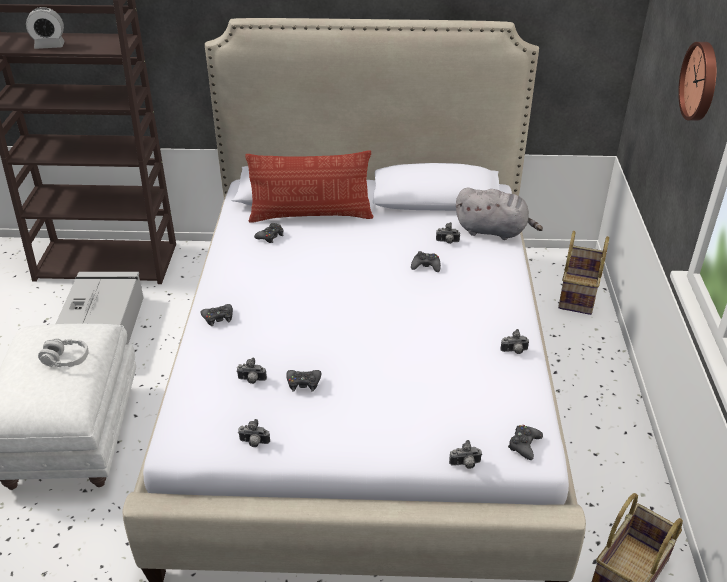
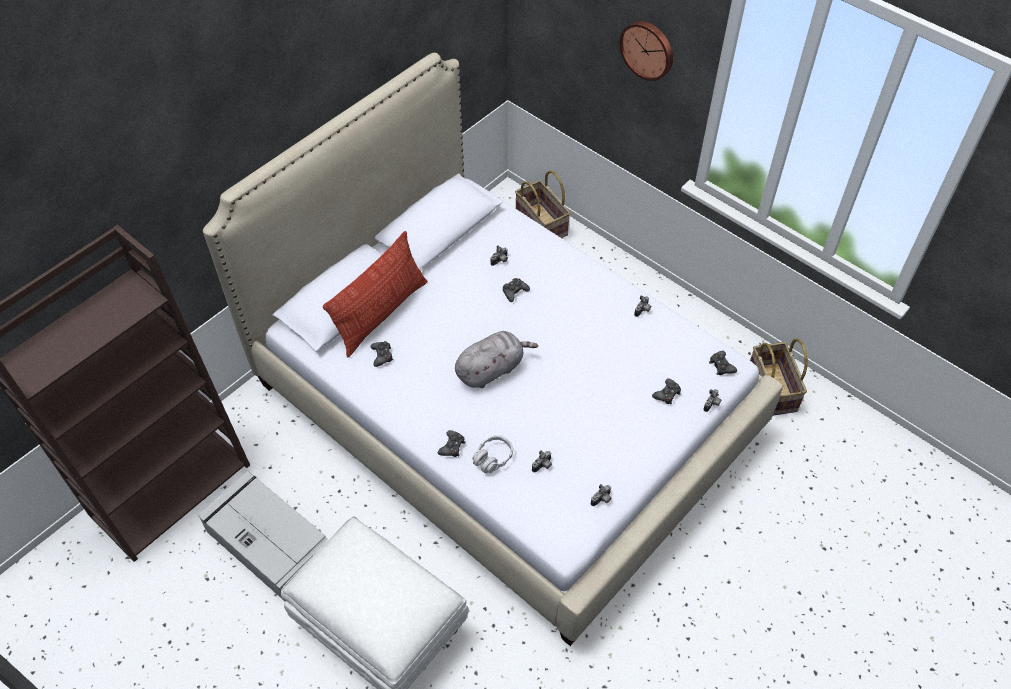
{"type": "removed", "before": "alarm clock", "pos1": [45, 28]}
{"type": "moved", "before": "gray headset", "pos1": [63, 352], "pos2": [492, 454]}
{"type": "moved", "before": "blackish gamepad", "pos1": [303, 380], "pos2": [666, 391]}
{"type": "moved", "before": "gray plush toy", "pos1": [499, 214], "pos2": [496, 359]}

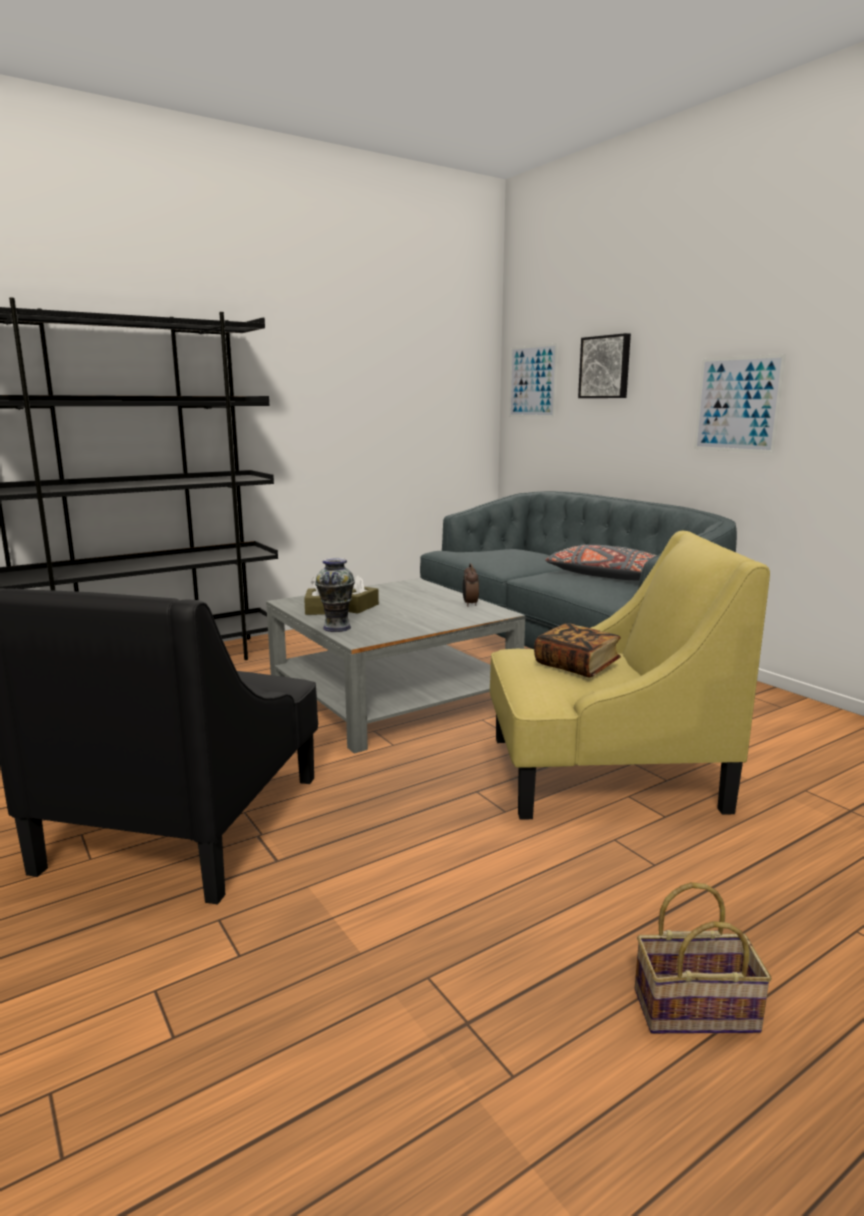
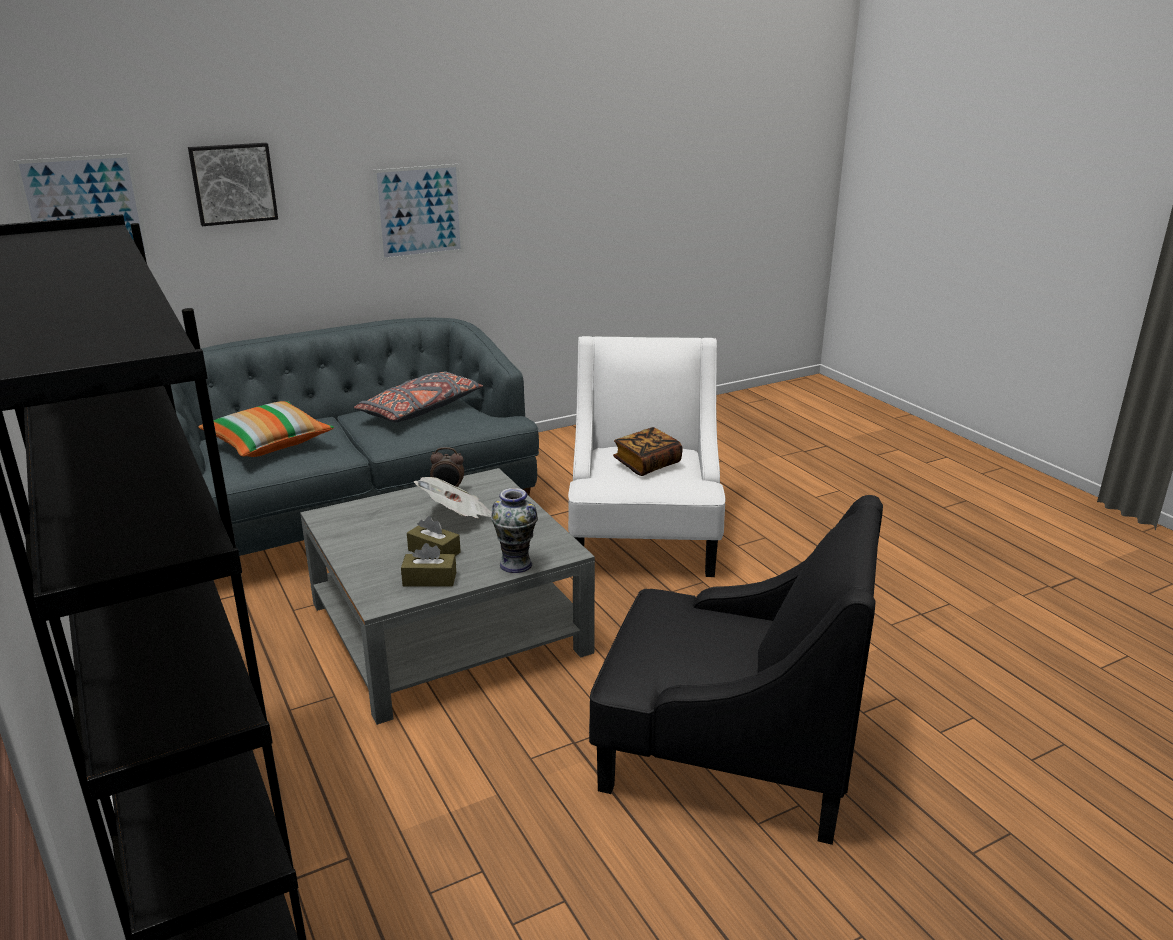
{"type": "recoloured", "before": "yellow-coloured armchair", "after": "white-coloured armchair", "pos1": [630, 675], "pos2": [646, 456]}
{"type": "removed", "before": "basket", "pos1": [703, 958]}
{"type": "added", "after": "throw pillow", "pos2": [266, 429]}
{"type": "added", "after": "daily paper", "pos2": [452, 497]}

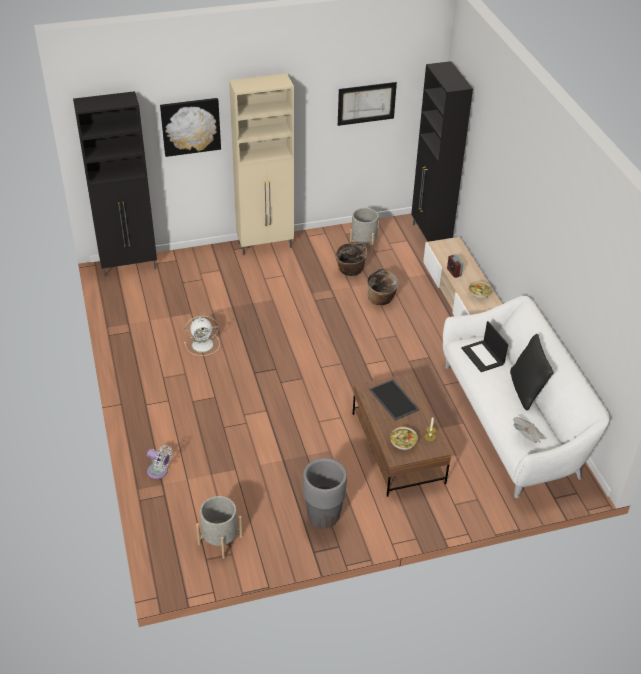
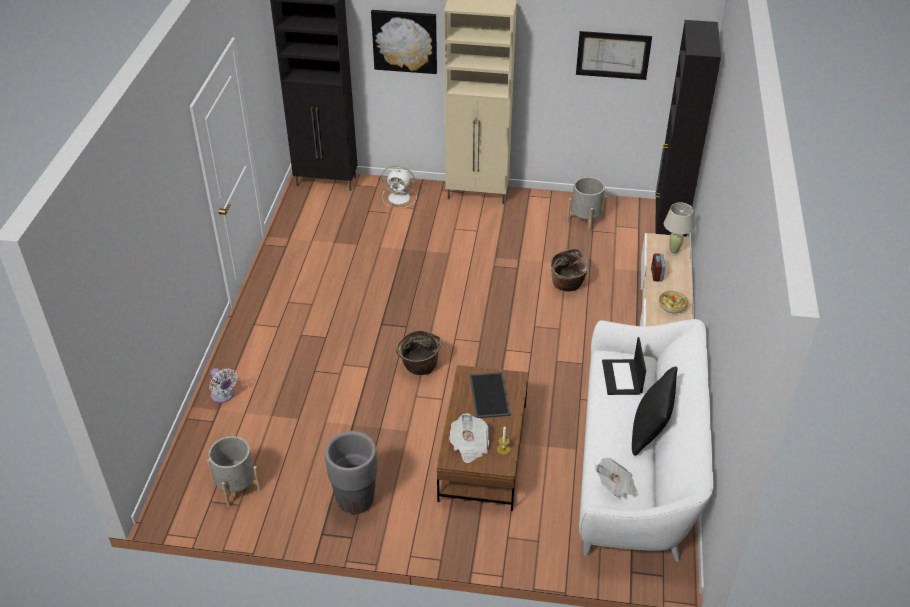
{"type": "moved", "before": "white-coloured cooling fan", "pos1": [202, 335], "pos2": [399, 186]}
{"type": "moved", "before": "basket", "pos1": [351, 259], "pos2": [419, 352]}
{"type": "replaced", "before": "bowl", "after": "daily paper", "pos1": [404, 438], "pos2": [469, 438]}
{"type": "added", "after": "beige-coloured lamp for a table", "pos2": [679, 229]}

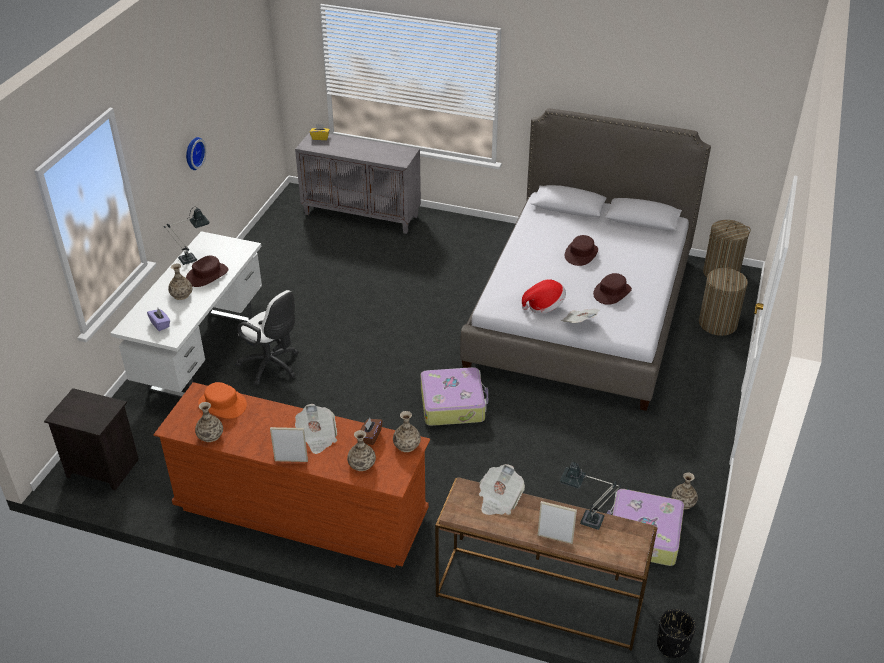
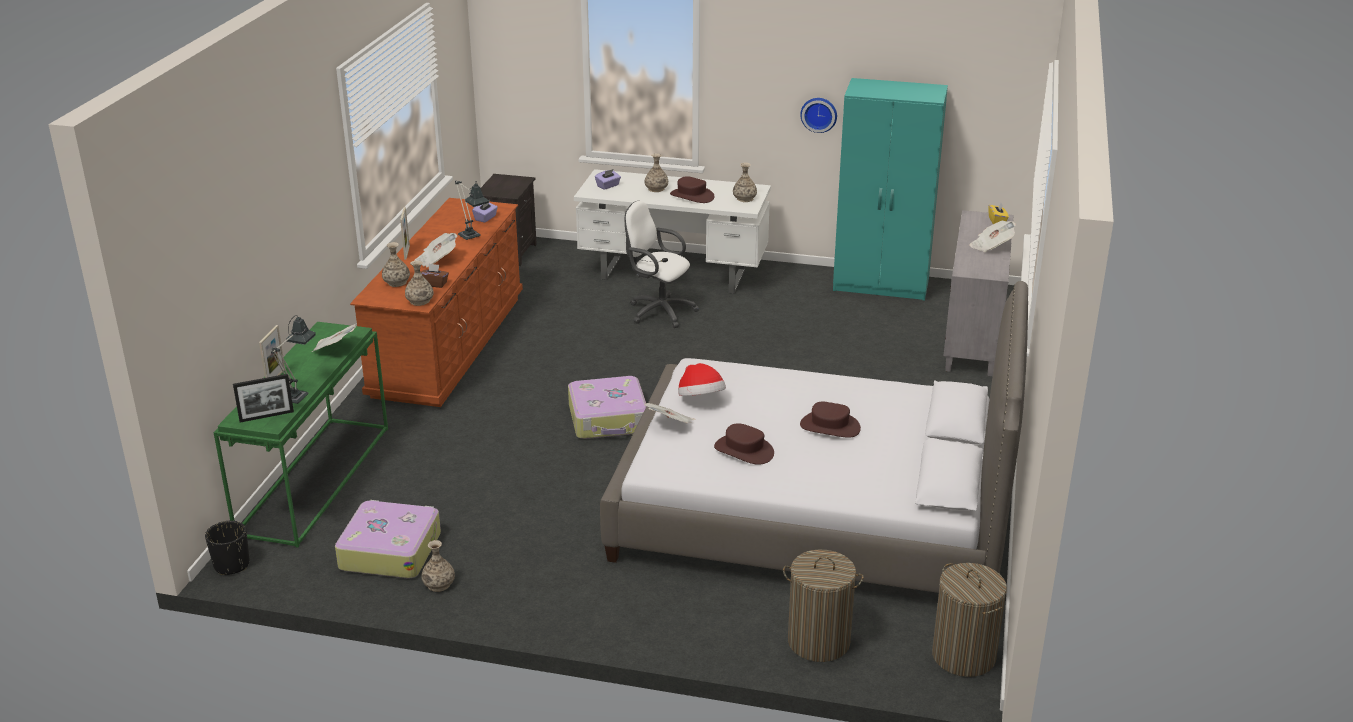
{"type": "moved", "before": "lamp for a table", "pos1": [186, 235], "pos2": [472, 210]}
{"type": "moved", "before": "vase", "pos1": [209, 422], "pos2": [745, 182]}
{"type": "replaced", "before": "orange hat", "after": "purple box of tissues", "pos1": [222, 400], "pos2": [485, 211]}
{"type": "turned", "before": "white-coloured desk chair", "pos1": [267, 337], "pos2": [662, 264], "turn": 90}
{"type": "recoloured", "before": "brownish hall table", "after": "green-coloured hall table", "pos1": [546, 564], "pos2": [301, 435]}
{"type": "added", "after": "photo frame", "pos2": [263, 398]}
{"type": "added", "after": "turquoise clothes cupboard", "pos2": [890, 189]}
{"type": "added", "after": "daily paper", "pos2": [992, 236]}

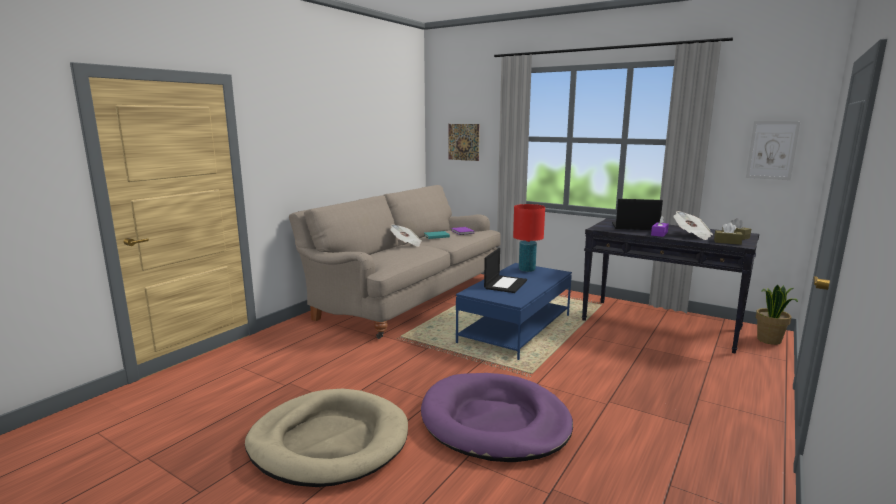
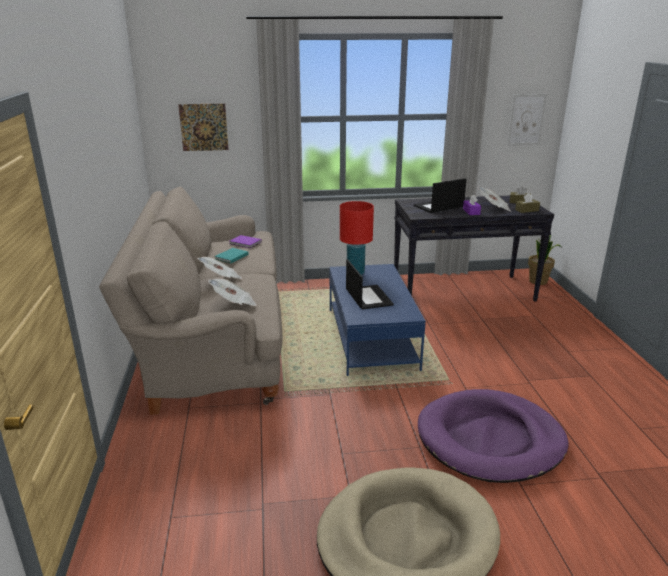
{"type": "added", "after": "daily paper", "pos2": [232, 292]}

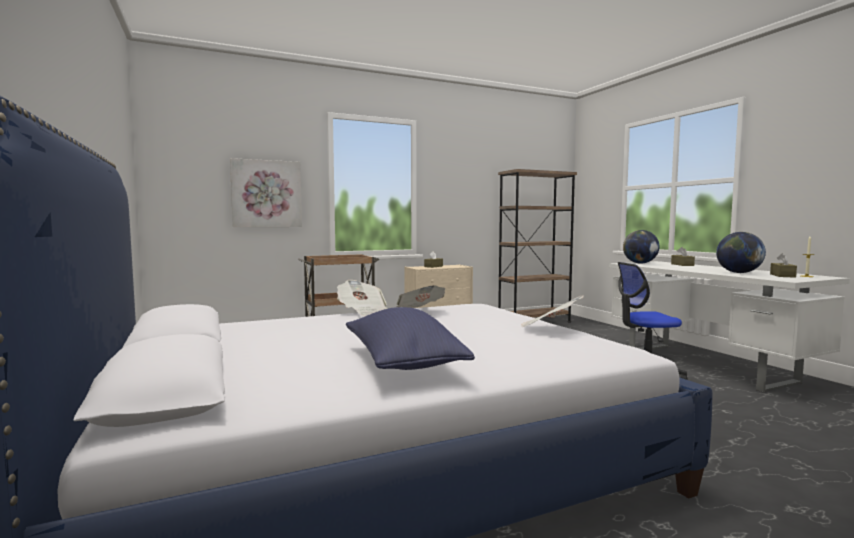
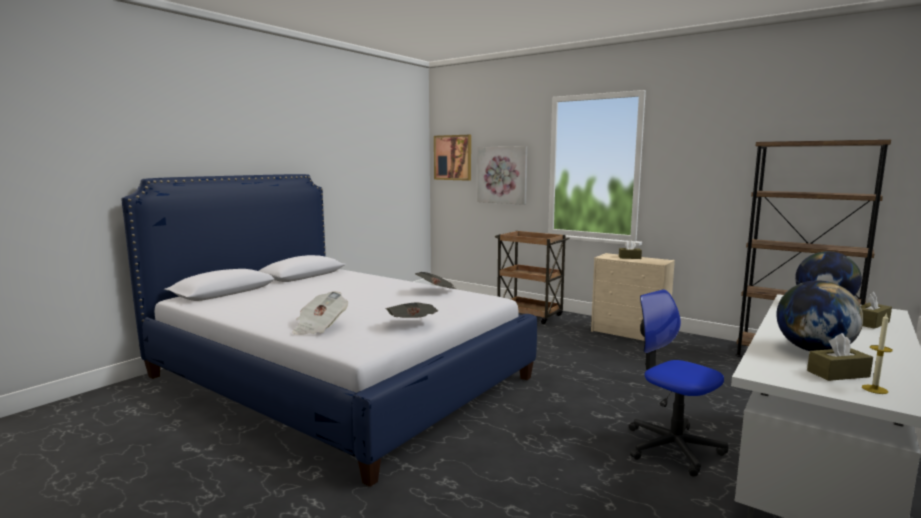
{"type": "moved", "before": "daily paper", "pos1": [362, 298], "pos2": [320, 313]}
{"type": "removed", "before": "bluish throw pillow", "pos1": [410, 338]}
{"type": "added", "after": "wall picture", "pos2": [452, 158]}

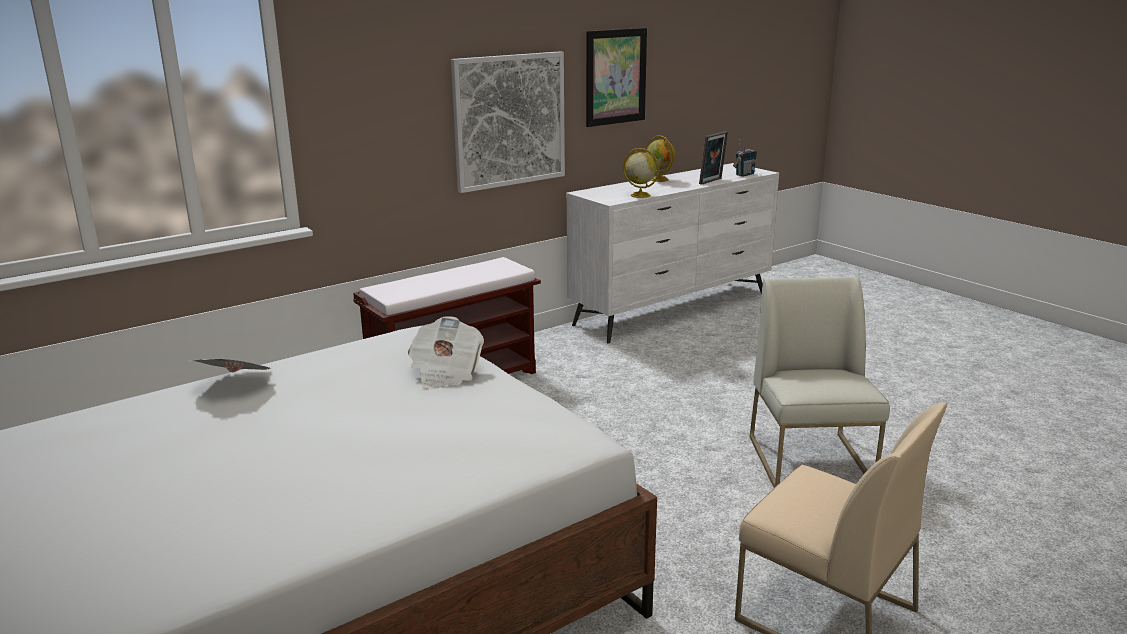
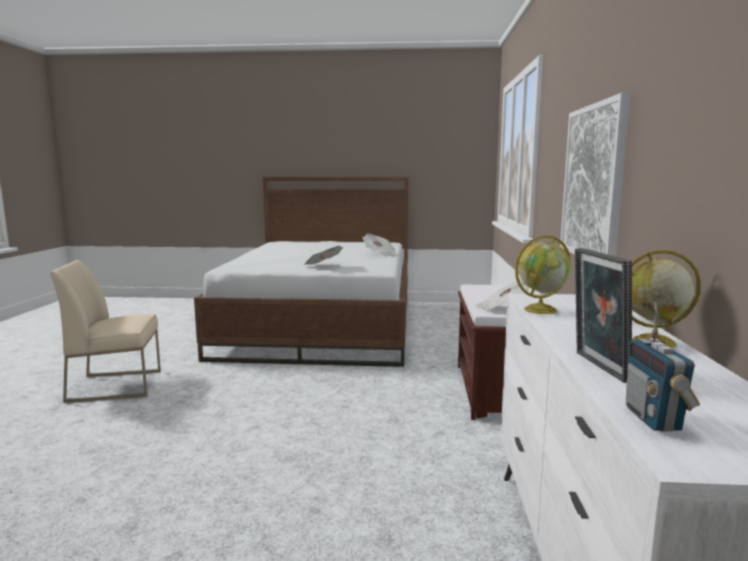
{"type": "removed", "before": "wall picture", "pos1": [616, 77]}
{"type": "removed", "before": "white-coloured plain chair", "pos1": [820, 382]}
{"type": "added", "after": "daily paper", "pos2": [502, 295]}

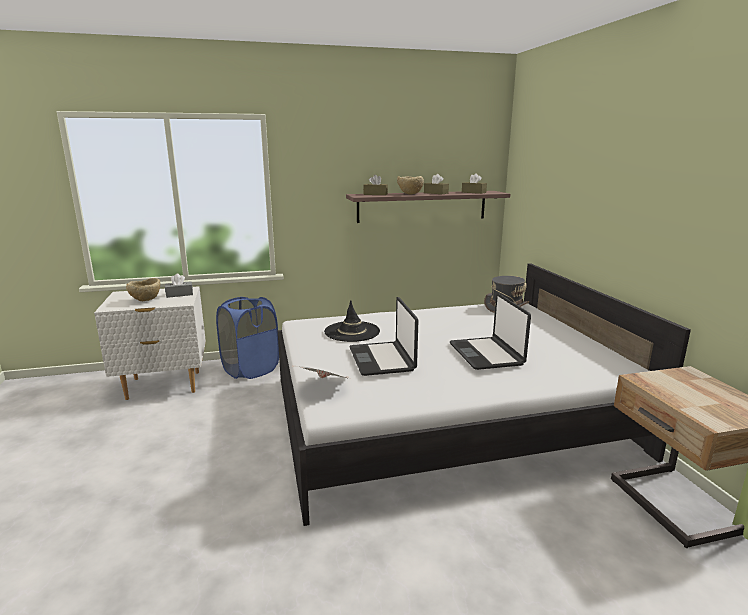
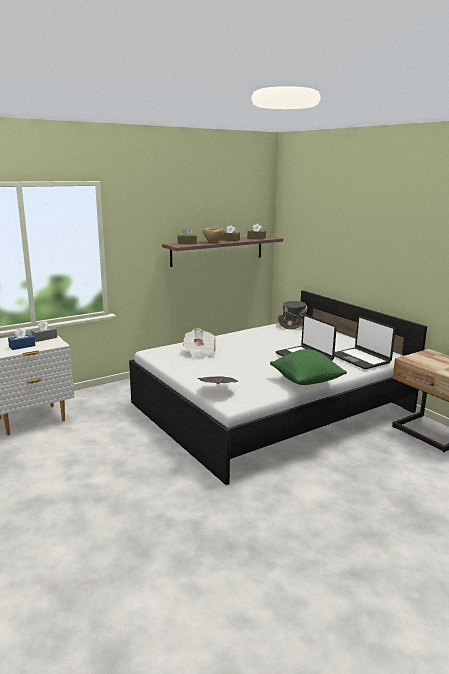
{"type": "replaced", "before": "beige-coloured bowl", "after": "bluish box of tissues", "pos1": [143, 289], "pos2": [22, 339]}
{"type": "removed", "before": "bluish laundry basket", "pos1": [247, 338]}
{"type": "replaced", "before": "blackish hat", "after": "daily paper", "pos1": [352, 321], "pos2": [199, 344]}
{"type": "moved", "before": "notebook computer", "pos1": [383, 336], "pos2": [365, 342]}
{"type": "added", "after": "green-coloured throw pillow", "pos2": [308, 367]}

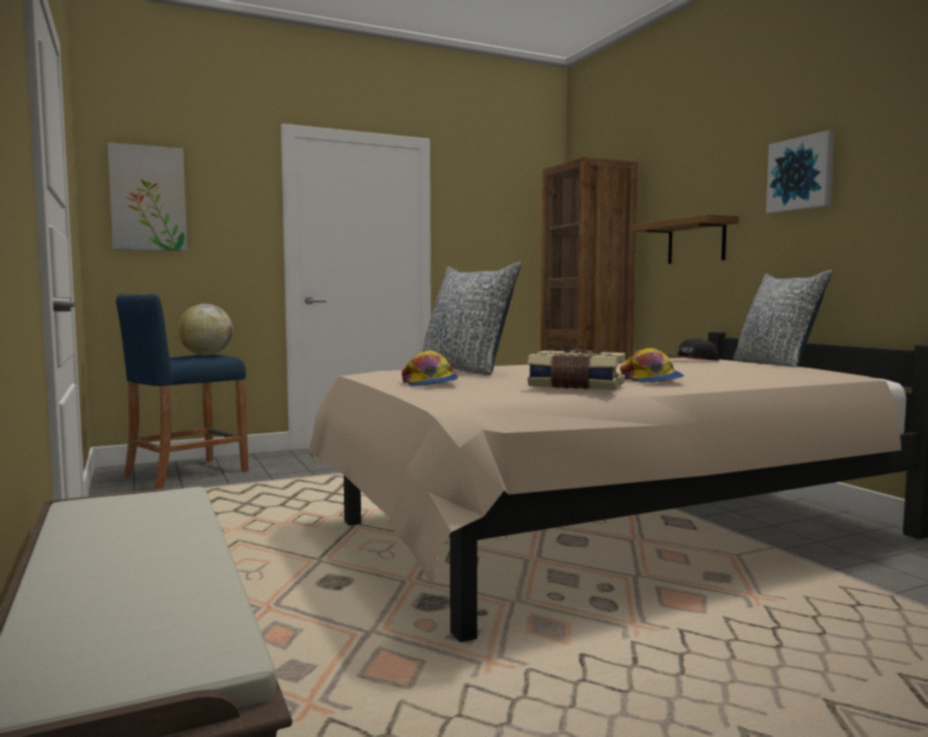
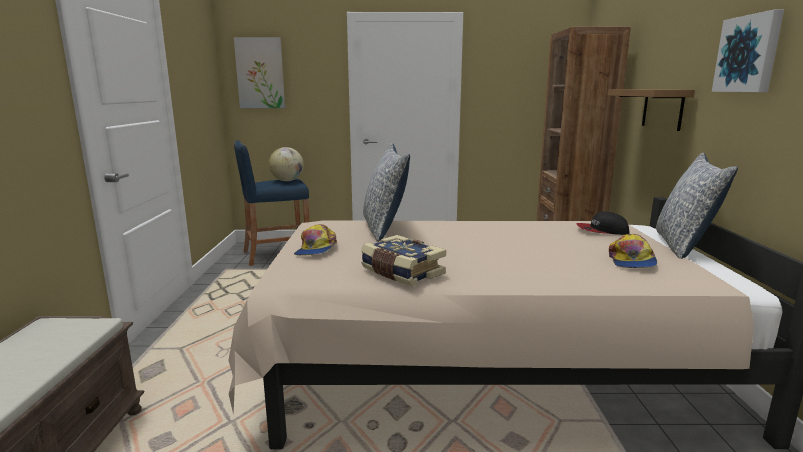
{"type": "moved", "before": "peaked cap", "pos1": [652, 365], "pos2": [633, 251]}

